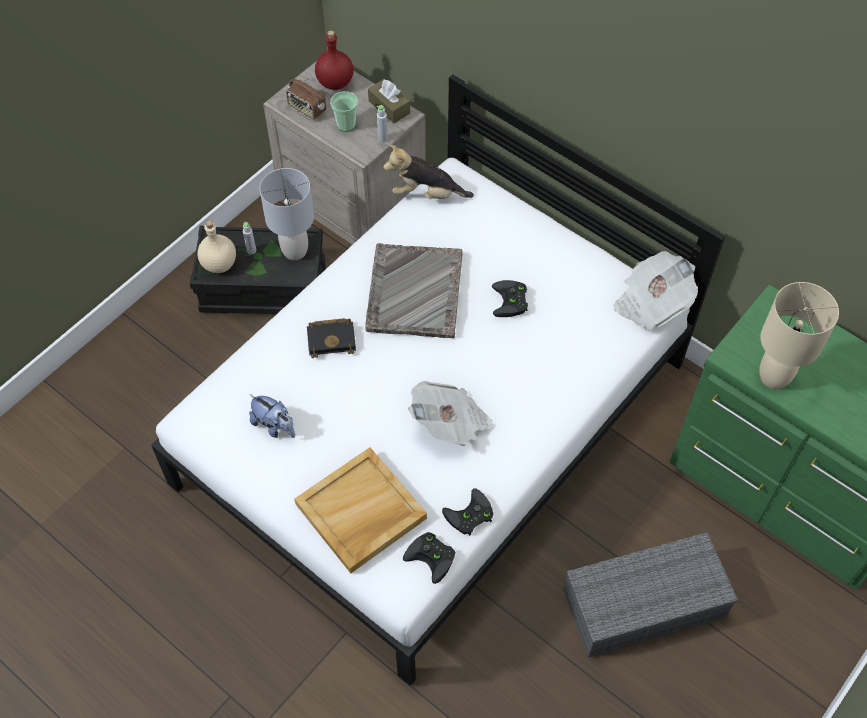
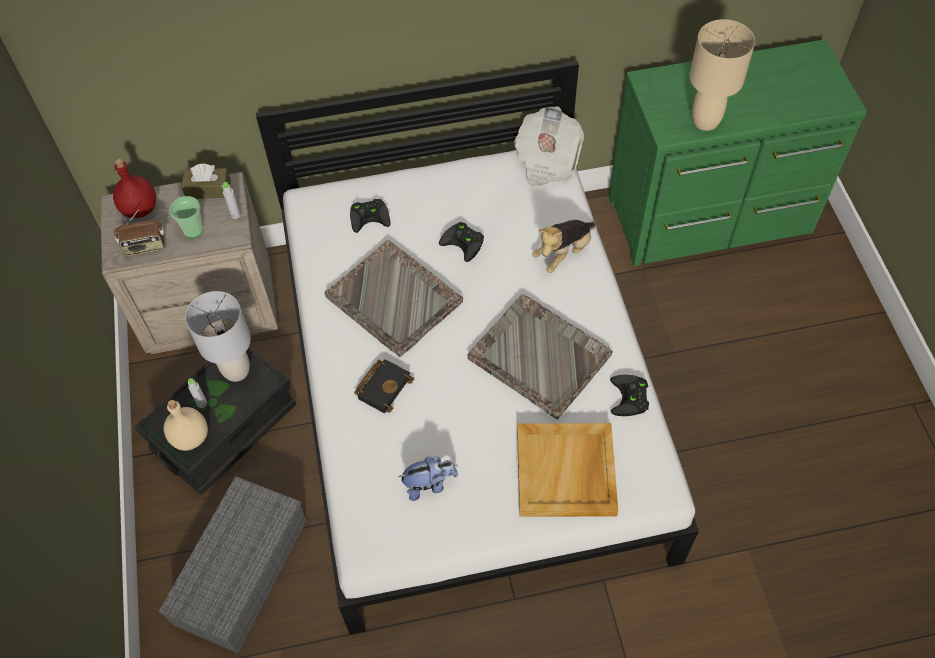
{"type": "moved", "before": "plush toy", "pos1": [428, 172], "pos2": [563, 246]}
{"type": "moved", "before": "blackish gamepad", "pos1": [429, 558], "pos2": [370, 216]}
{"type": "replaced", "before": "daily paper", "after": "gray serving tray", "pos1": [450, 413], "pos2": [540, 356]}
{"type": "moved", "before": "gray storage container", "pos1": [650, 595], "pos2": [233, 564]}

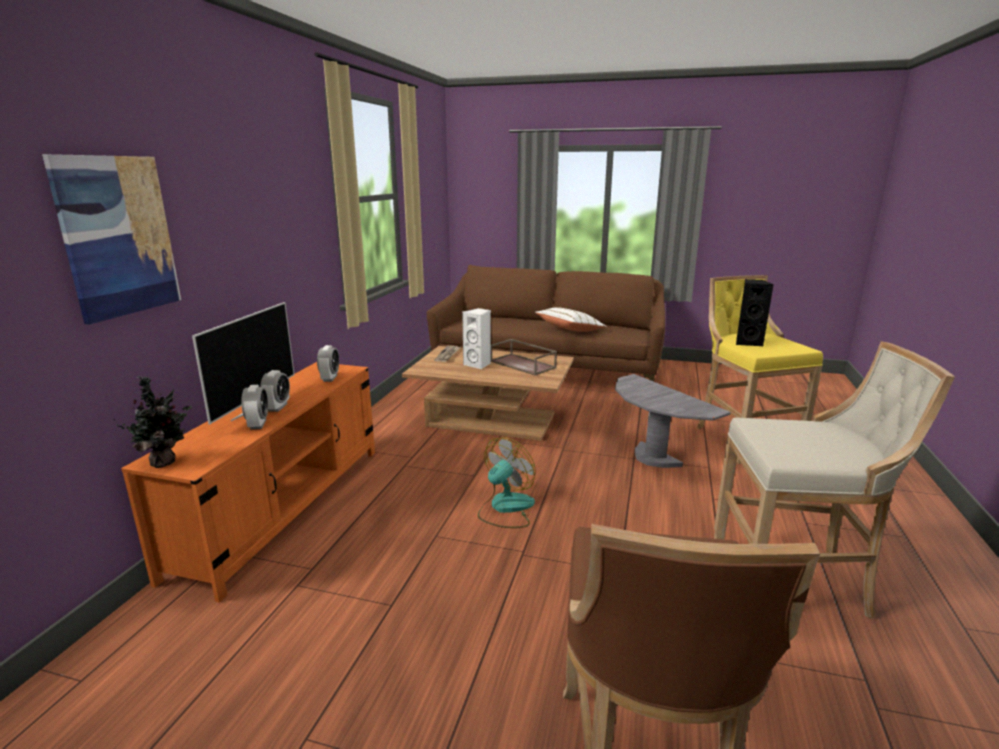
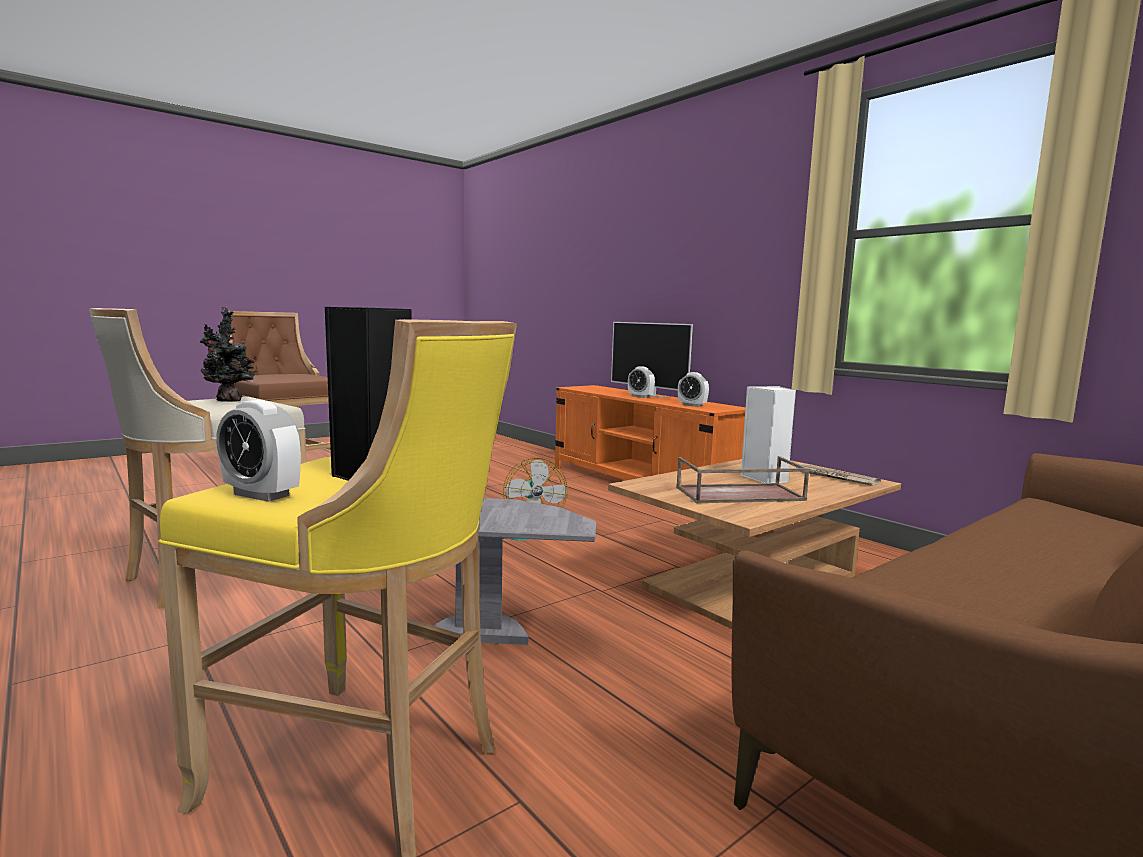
{"type": "removed", "before": "wall picture", "pos1": [111, 239]}
{"type": "moved", "before": "plant in a pot", "pos1": [153, 422], "pos2": [229, 354]}
{"type": "moved", "before": "alarm clock", "pos1": [254, 407], "pos2": [258, 451]}
{"type": "removed", "before": "white-coloured throw pillow", "pos1": [571, 319]}

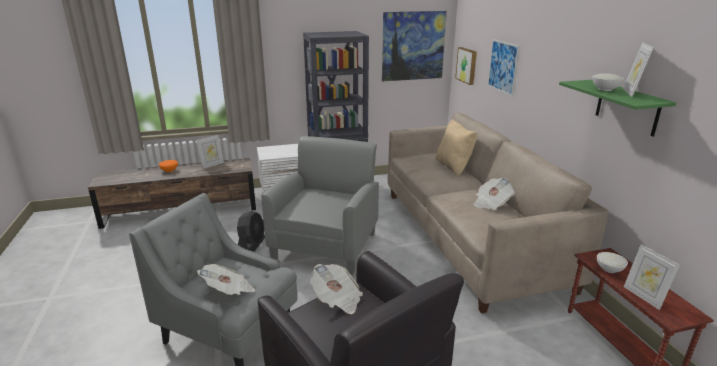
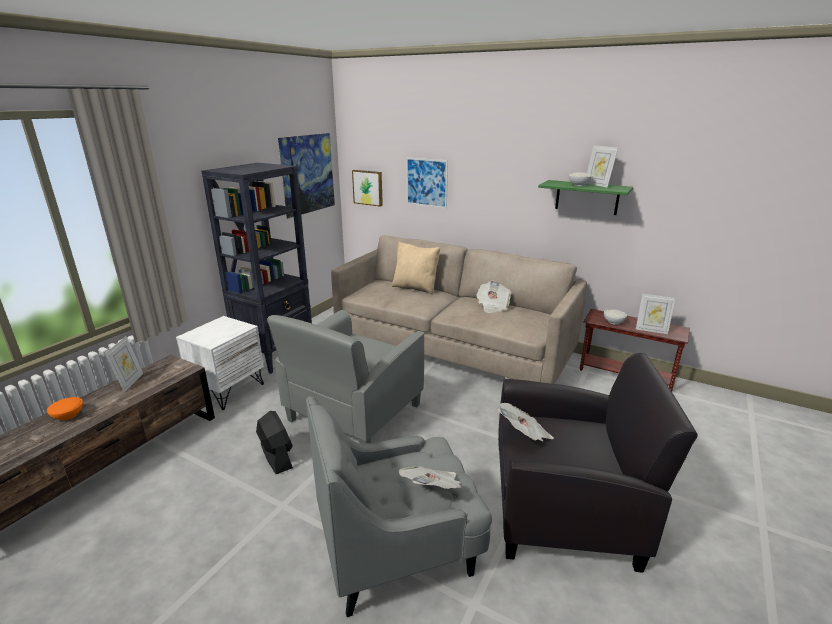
{"type": "turned", "before": "gray armchair", "pos1": [320, 205], "pos2": [345, 376], "turn": -120}

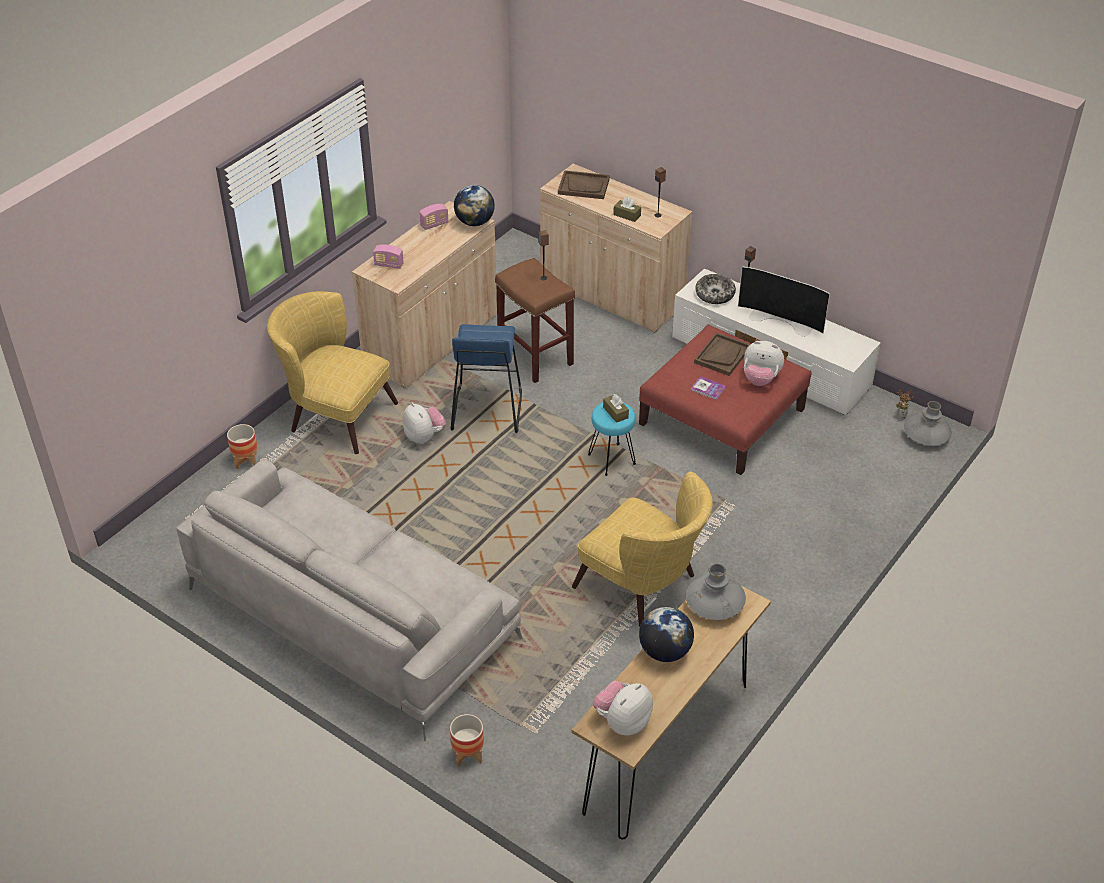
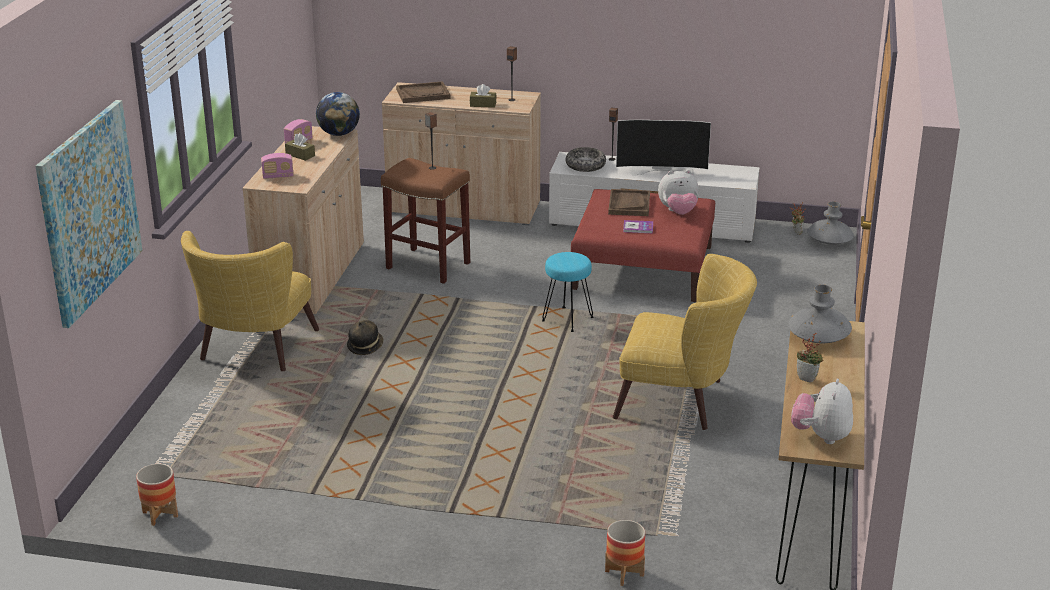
{"type": "removed", "before": "gray sofa", "pos1": [349, 600]}
{"type": "moved", "before": "planter", "pos1": [242, 446], "pos2": [157, 495]}
{"type": "turned", "before": "yellow-coloured armchair", "pos1": [332, 372], "pos2": [250, 301], "turn": -75}
{"type": "replaced", "before": "plush toy", "after": "hat", "pos1": [424, 423], "pos2": [365, 337]}
{"type": "removed", "before": "bluish sitting stool", "pos1": [486, 378]}
{"type": "moved", "before": "brownish box of tissues", "pos1": [616, 408], "pos2": [300, 147]}
{"type": "replaced", "before": "desk globe", "after": "plant in a pot", "pos1": [666, 634], "pos2": [810, 357]}
{"type": "added", "after": "wall picture", "pos2": [89, 214]}

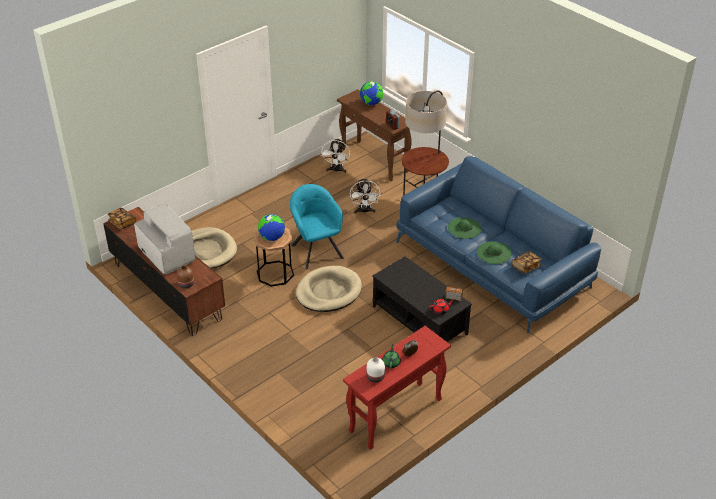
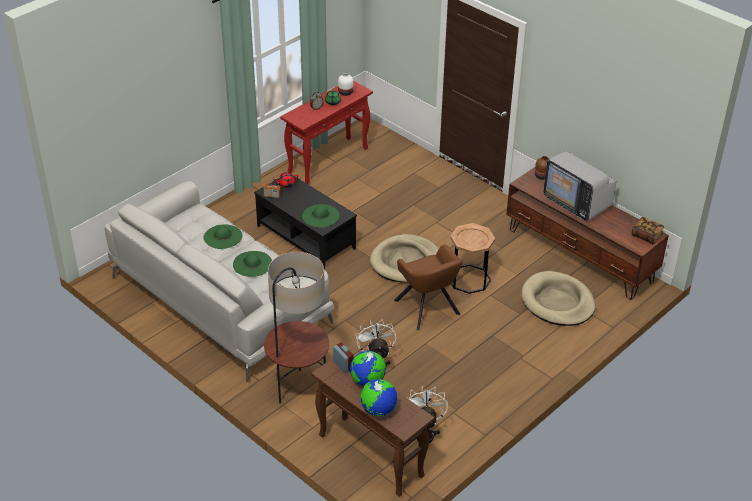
{"type": "moved", "before": "desk globe", "pos1": [271, 227], "pos2": [368, 368]}
{"type": "recoloured", "before": "turquoise armchair", "after": "brownish armchair", "pos1": [317, 227], "pos2": [428, 287]}
{"type": "recoloured", "before": "bluish sofa", "after": "white-coloured sofa", "pos1": [498, 244], "pos2": [219, 281]}
{"type": "removed", "before": "book", "pos1": [526, 262]}
{"type": "added", "after": "green-coloured hat", "pos2": [321, 216]}

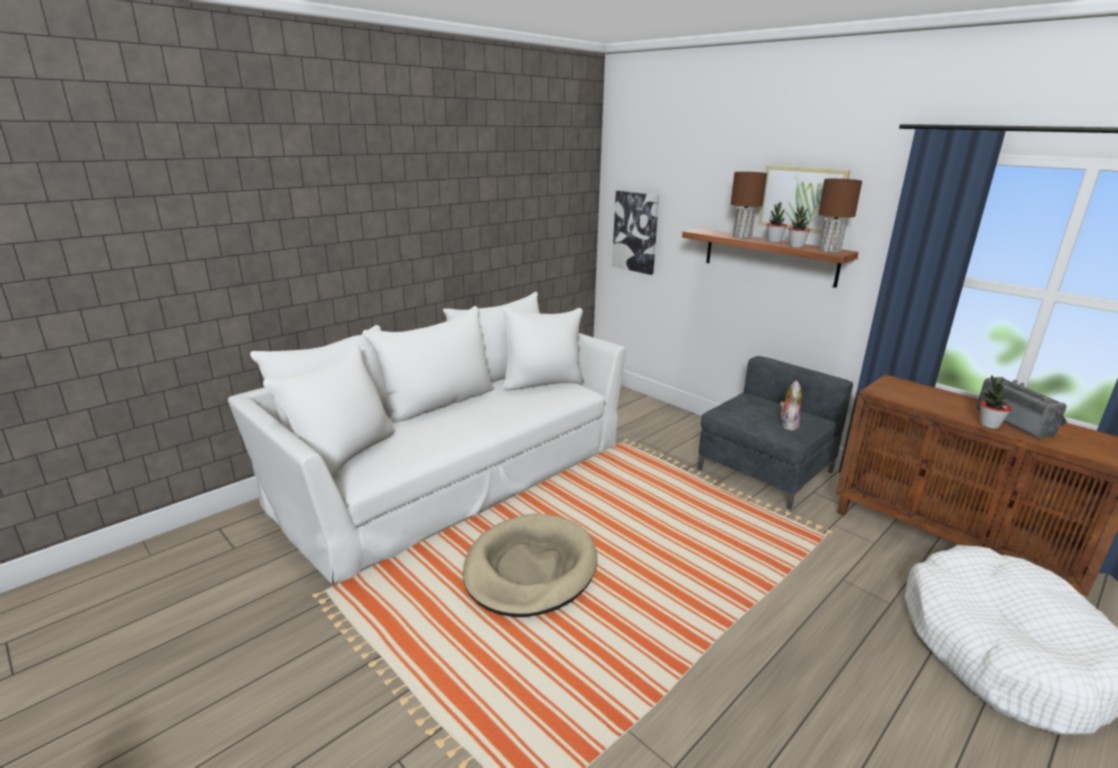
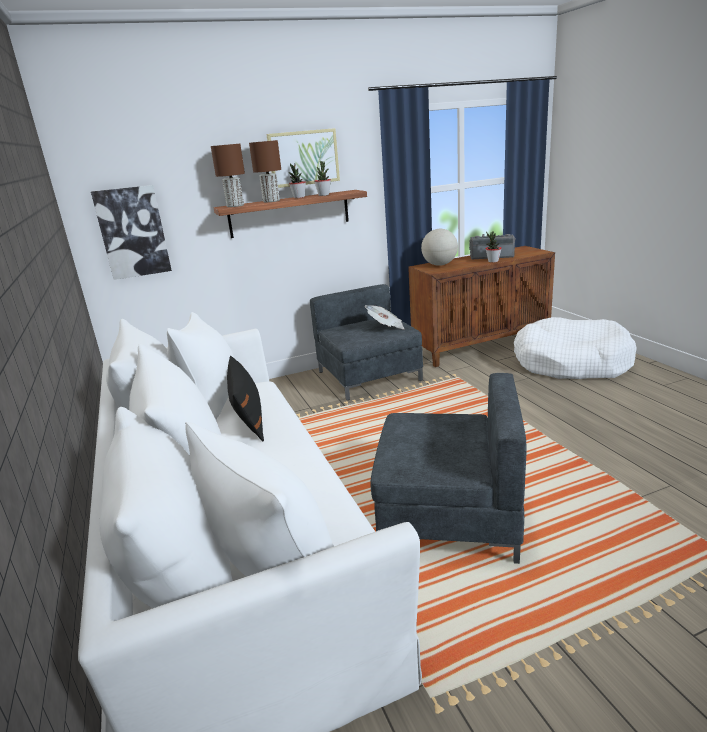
{"type": "replaced", "before": "beige-coloured dog cushion", "after": "gray armchair", "pos1": [530, 565], "pos2": [448, 468]}
{"type": "replaced", "before": "plush toy", "after": "daily paper", "pos1": [791, 405], "pos2": [384, 317]}
{"type": "moved", "before": "brownish lamp for a table", "pos1": [840, 216], "pos2": [228, 175]}
{"type": "added", "after": "blackish throw pillow", "pos2": [245, 398]}
{"type": "added", "after": "desk globe", "pos2": [439, 247]}

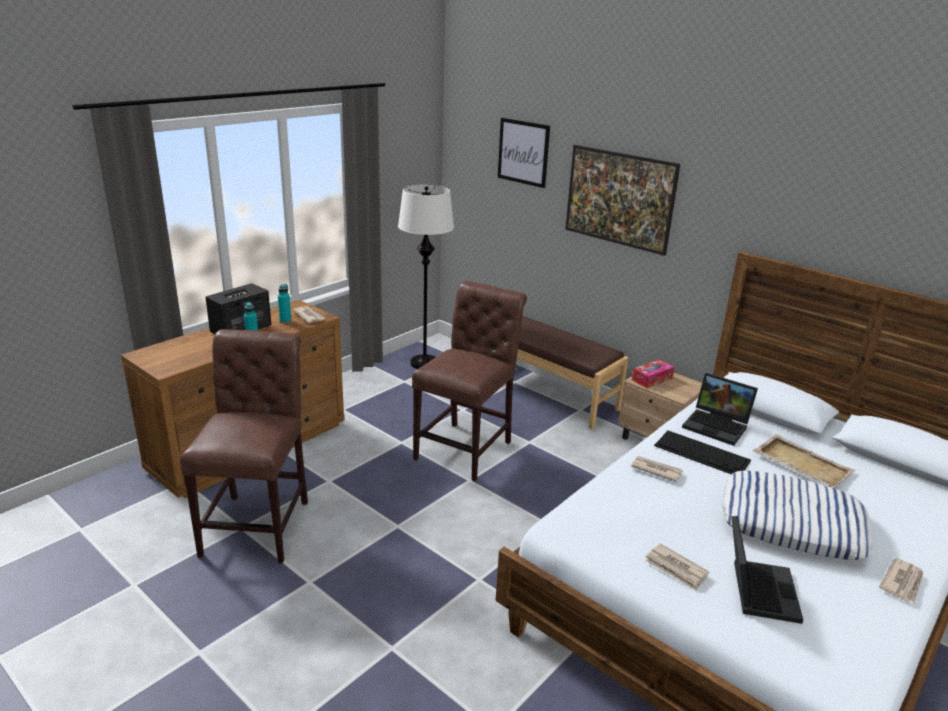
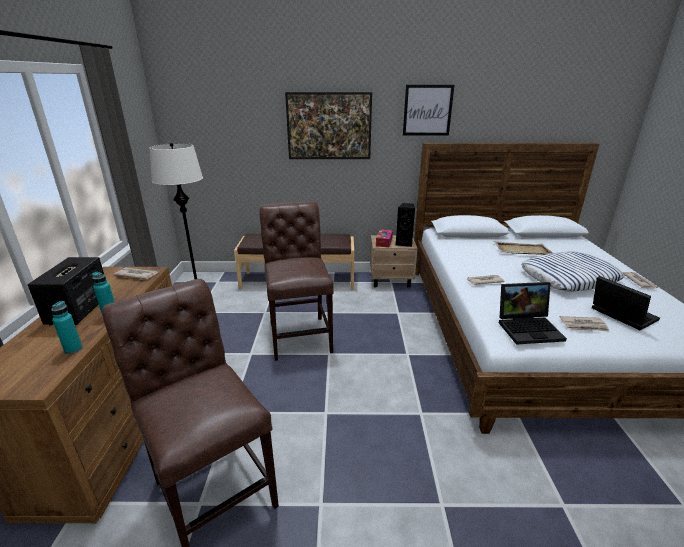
{"type": "moved", "before": "turquoise drink bottle", "pos1": [284, 303], "pos2": [66, 327]}
{"type": "moved", "before": "wall picture", "pos1": [524, 153], "pos2": [428, 110]}
{"type": "removed", "before": "keyboard", "pos1": [702, 452]}
{"type": "moved", "before": "notebook computer", "pos1": [720, 409], "pos2": [533, 313]}
{"type": "added", "after": "blackish audio speaker", "pos2": [405, 225]}

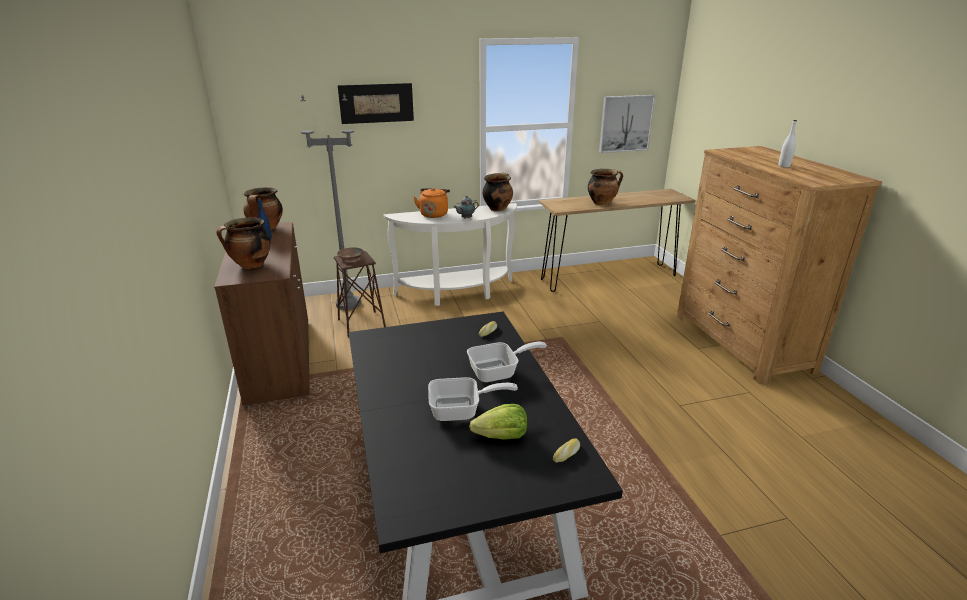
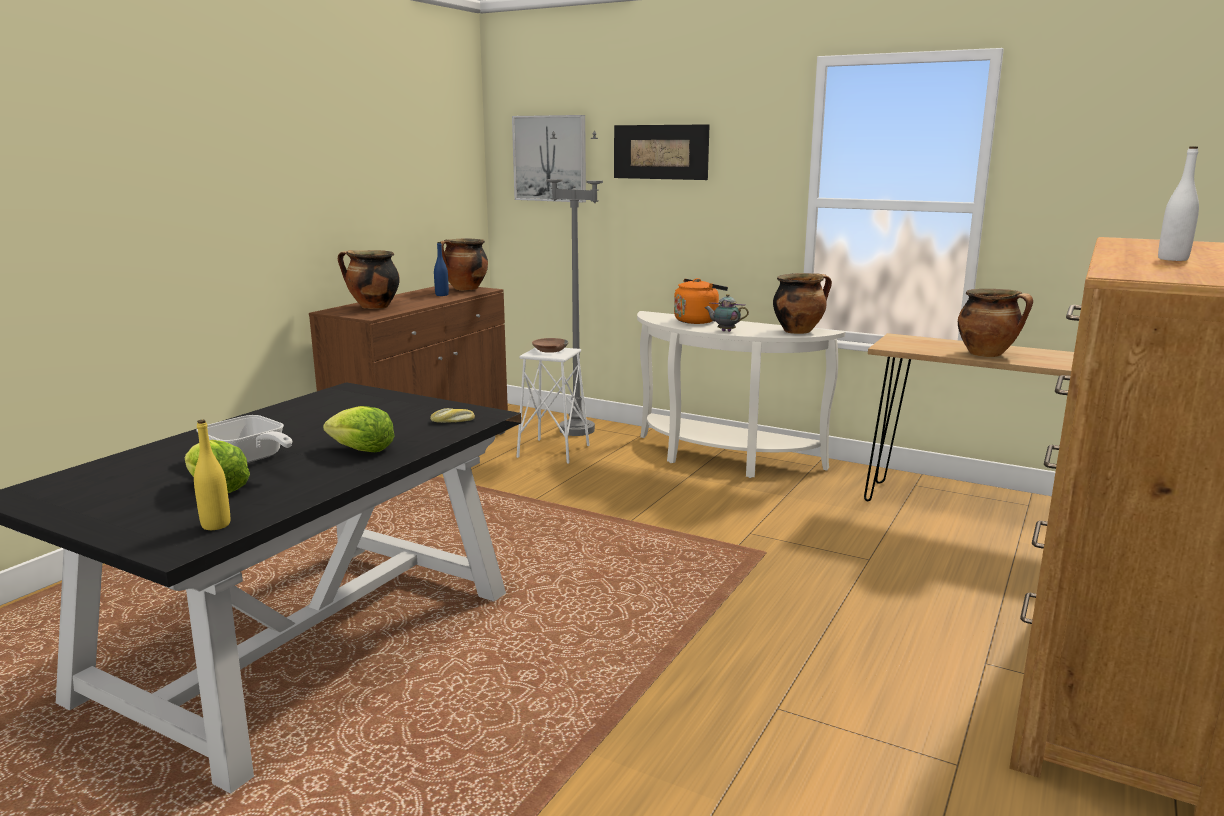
{"type": "recoloured", "before": "brownish sitting stool", "after": "white-coloured sitting stool", "pos1": [360, 294], "pos2": [553, 406]}
{"type": "replaced", "before": "pan", "after": "head of lettuce", "pos1": [507, 362], "pos2": [359, 429]}
{"type": "replaced", "before": "bread", "after": "yellow-coloured drink bottle", "pos1": [566, 450], "pos2": [212, 474]}
{"type": "moved", "before": "wall picture", "pos1": [627, 124], "pos2": [549, 158]}

